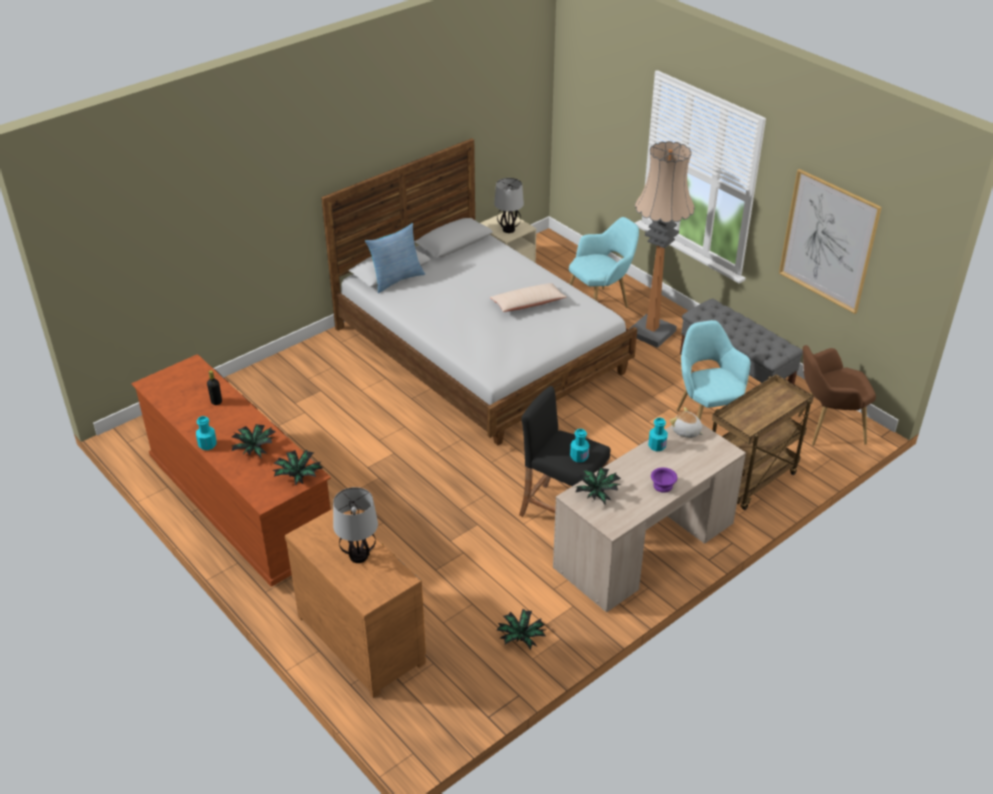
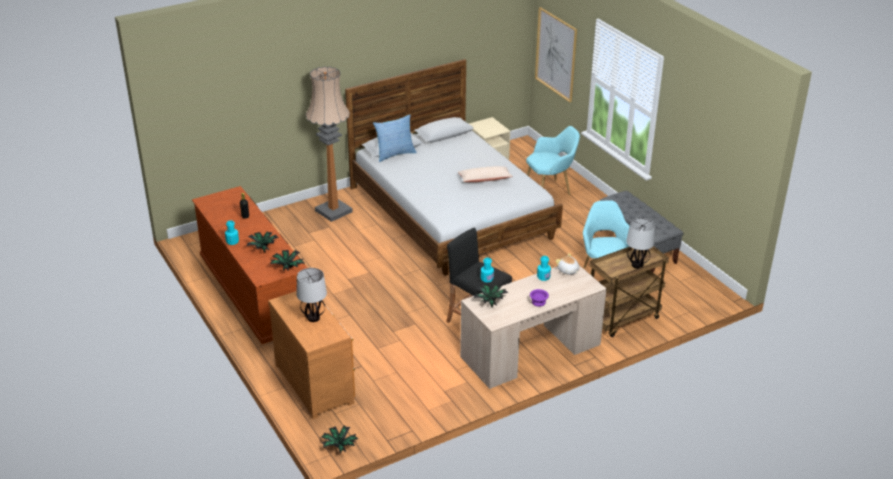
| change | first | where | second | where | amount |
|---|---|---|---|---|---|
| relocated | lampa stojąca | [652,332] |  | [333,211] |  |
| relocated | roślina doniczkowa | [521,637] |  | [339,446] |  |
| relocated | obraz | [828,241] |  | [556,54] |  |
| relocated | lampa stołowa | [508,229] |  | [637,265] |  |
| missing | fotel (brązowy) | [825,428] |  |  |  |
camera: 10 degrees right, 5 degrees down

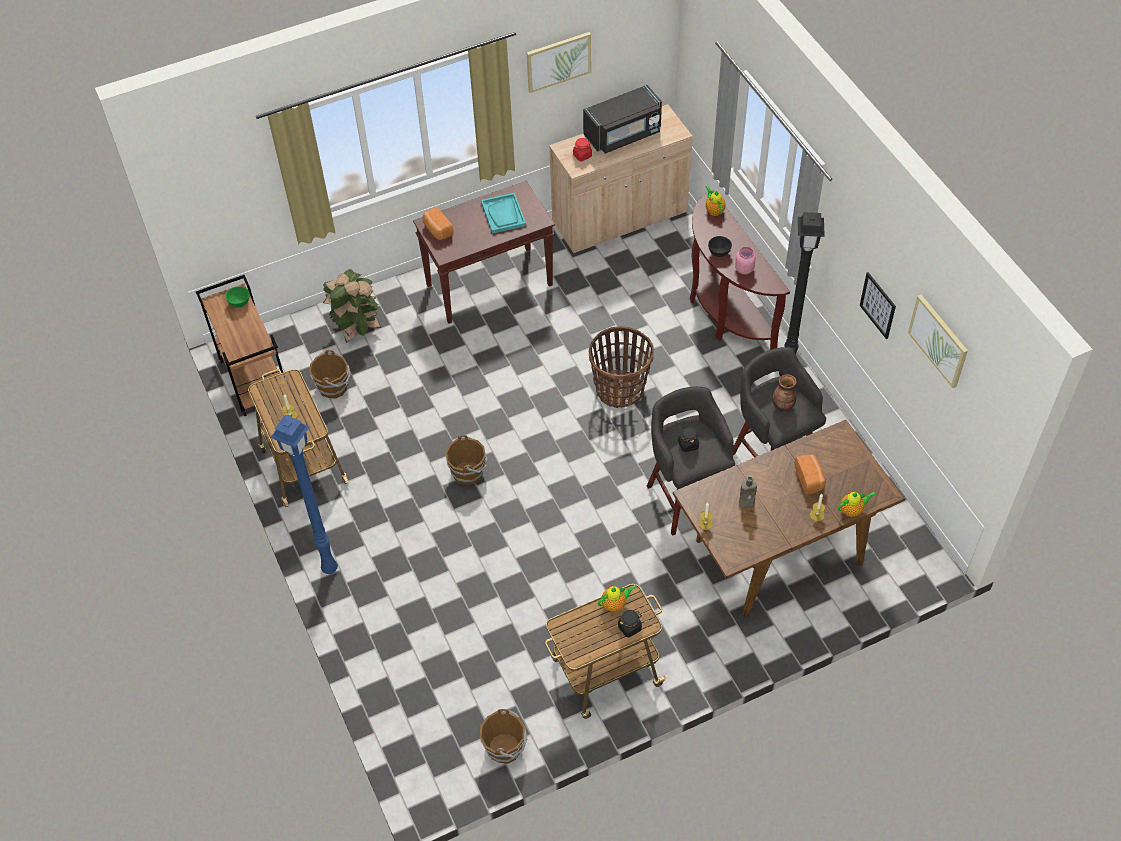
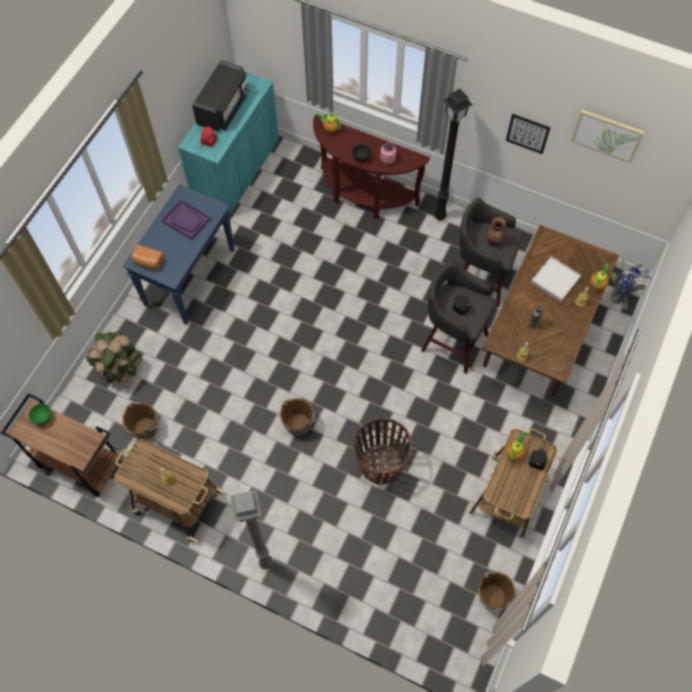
| change | first | where | second | where | amount |
|---|---|---|---|---|---|
| colour | stolik konsolowy (brązowy) | [490,284] | stolik konsolowy (niebieski) | [190,276] |  |
| colour | taca (turkusowy) | [503,214] | taca (fioletowy) | [186,220] |  |
| colour | szafka (beżowy) | [620,218] | szafka (turkusowy) | [236,171] |  |
| colour | lampa stojąca (niebieski) | [331,568] | lampa stojąca (szary) | [266,562] |  |
| relocated | koszyk | [620,389] |  | [380,464] |  |
| exchanged | chleb | [810,479] | taca (biały) | [555,280] |  |
| appeared |  |  | roślina doniczkowa | [619,297] |  |
| missing | obraz | [558,61] |  |  |  |
camera: 40 degrees left, 10 degrees up

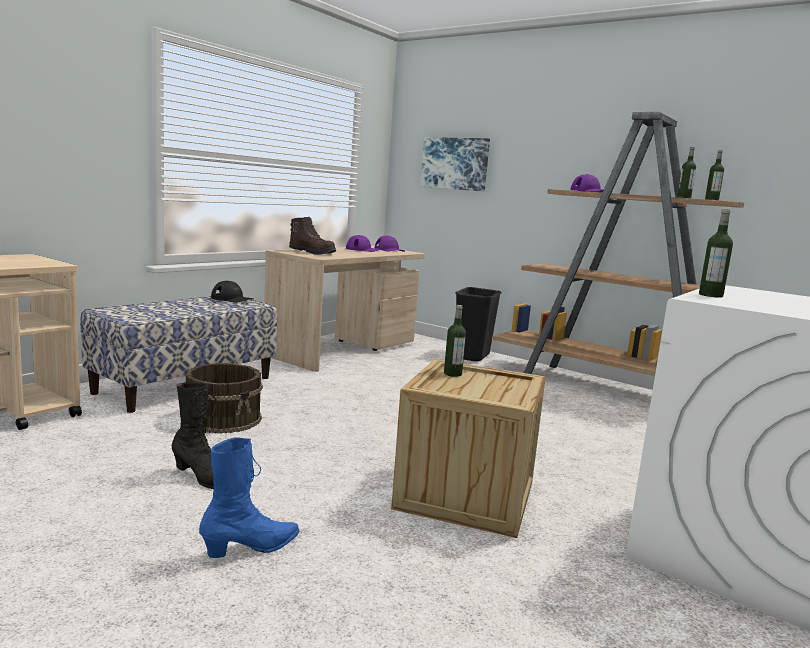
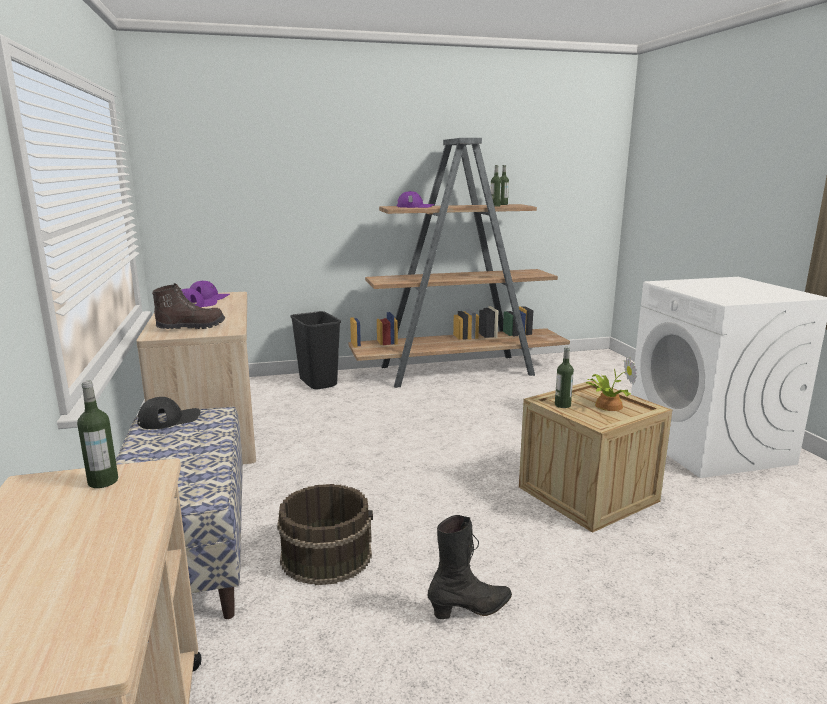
| change | first | where | second | where | amount |
|---|---|---|---|---|---|
| relocated | butelka | [710,295] |  | [103,481] |  |
| appeared |  |  | roślina doniczkowa | [606,405] |  |
| missing | but z cholewką (niebieski) | [252,548] |  |  |  |
| missing | obraz | [455,164] |  |  |  |
camera: 50 degrees left, 5 degrees up

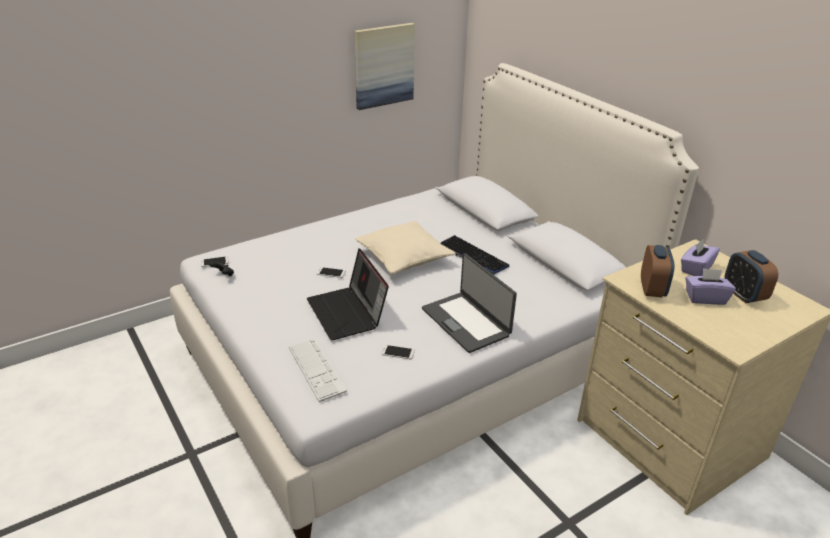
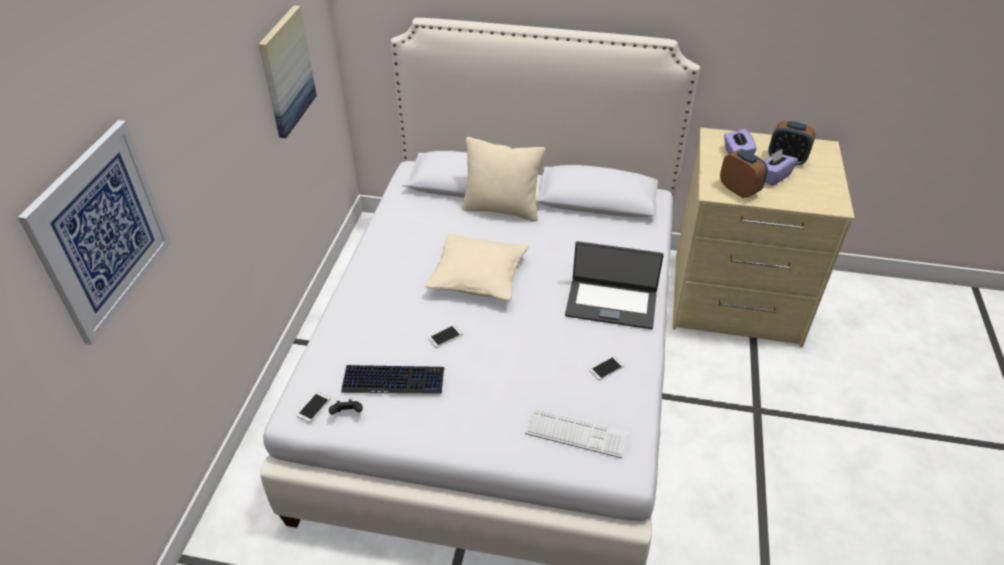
| change | first | where | second | where | amount |
|---|---|---|---|---|---|
| appeared |  |  | obraz | [101,231] |  |
| relocated | klawiatura | [472,256] |  | [393,380] |  |
| appeared |  |  | poduszka (beżowy) | [502,209] |  |
| missing | laptop | [348,313] |  |  |  |
camera: 45 degrees left, 10 degrees up

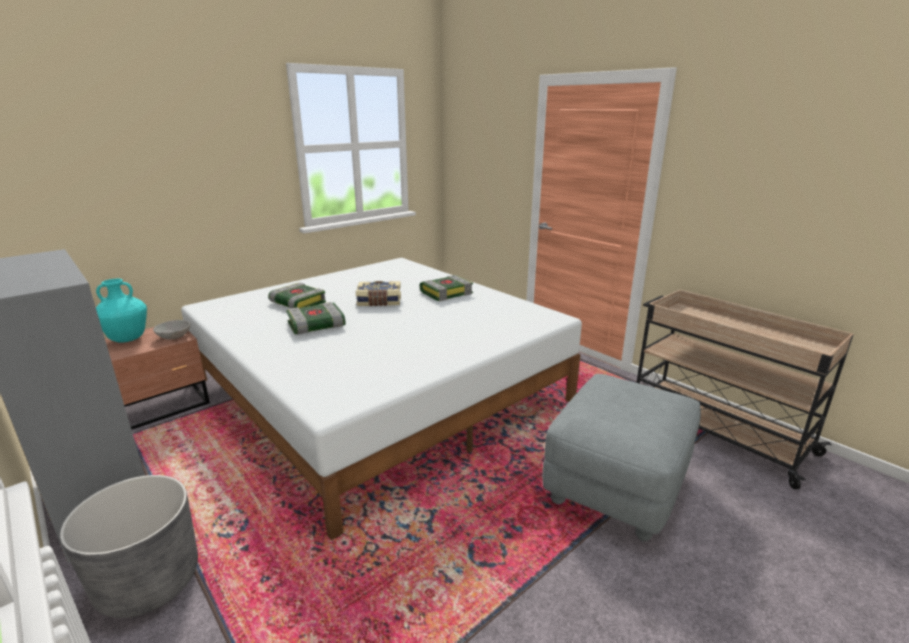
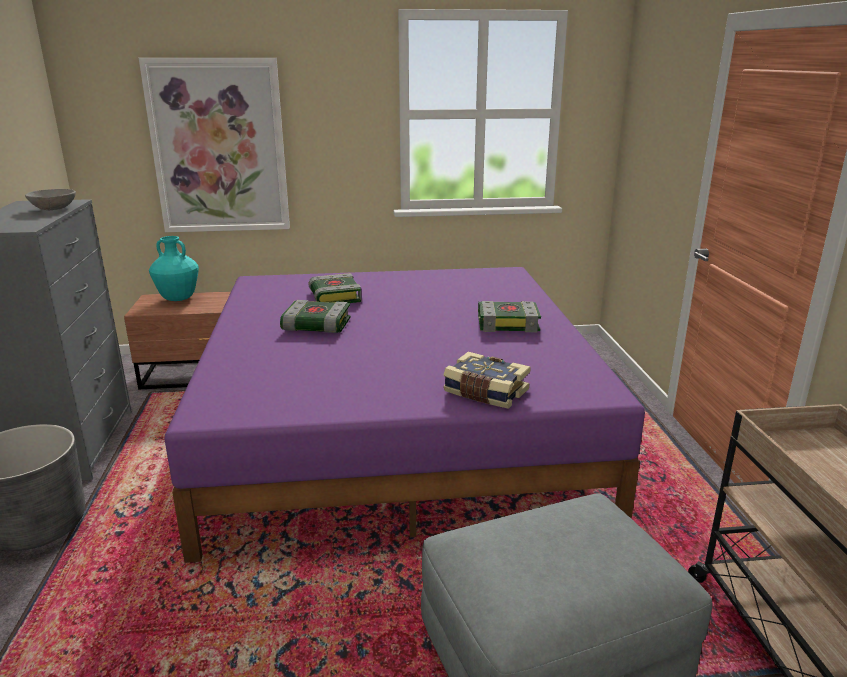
| change | first | where | second | where | amount |
|---|---|---|---|---|---|
| relocated | miska (szary) | [174,337] |  | [53,209] |  |
| appeared |  |  | obraz | [219,147] |  |
| colour | łóżko (biały) | [380,390] | łóżko (fioletowy) | [397,426] |  |
| relocated | książka | [379,302] |  | [485,393] |  |
camera: 35 degrees right, 0 degrees up

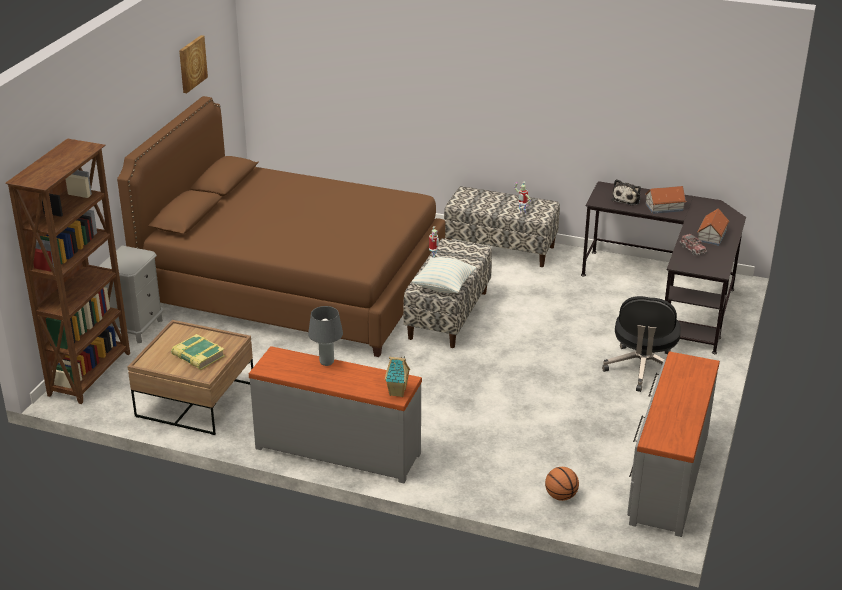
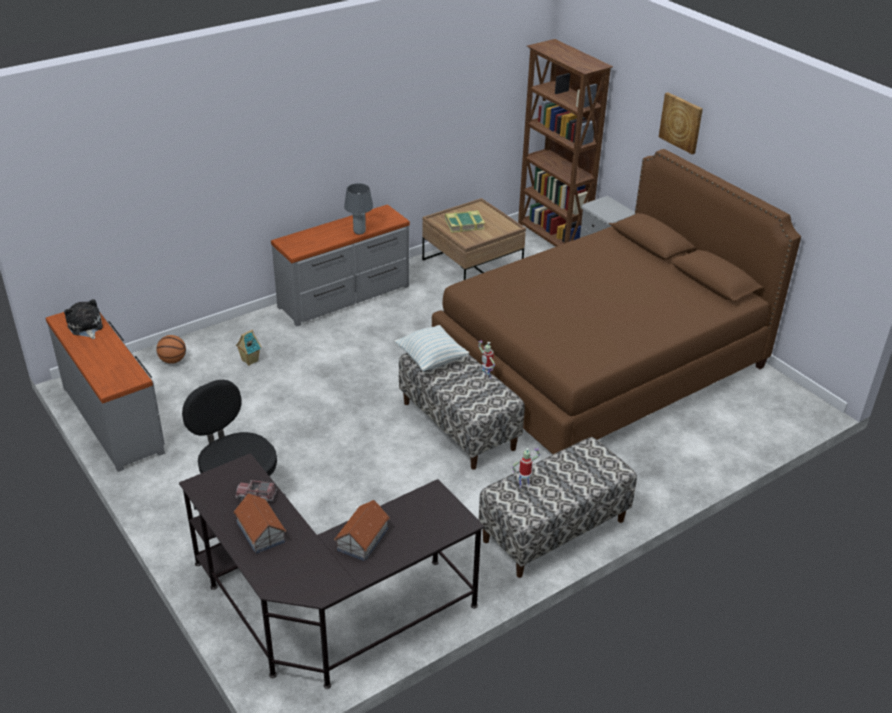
| change | first | where | second | where | amount |
|---|---|---|---|---|---|
| relocated | pluszak | [627,199] |  | [86,327] |  |
| relocated | domek | [398,392] |  | [249,361] |  |
| relocated | obraz | [192,63] |  | [681,122] |  |
camera: 125 degrees right, 5 degrees up

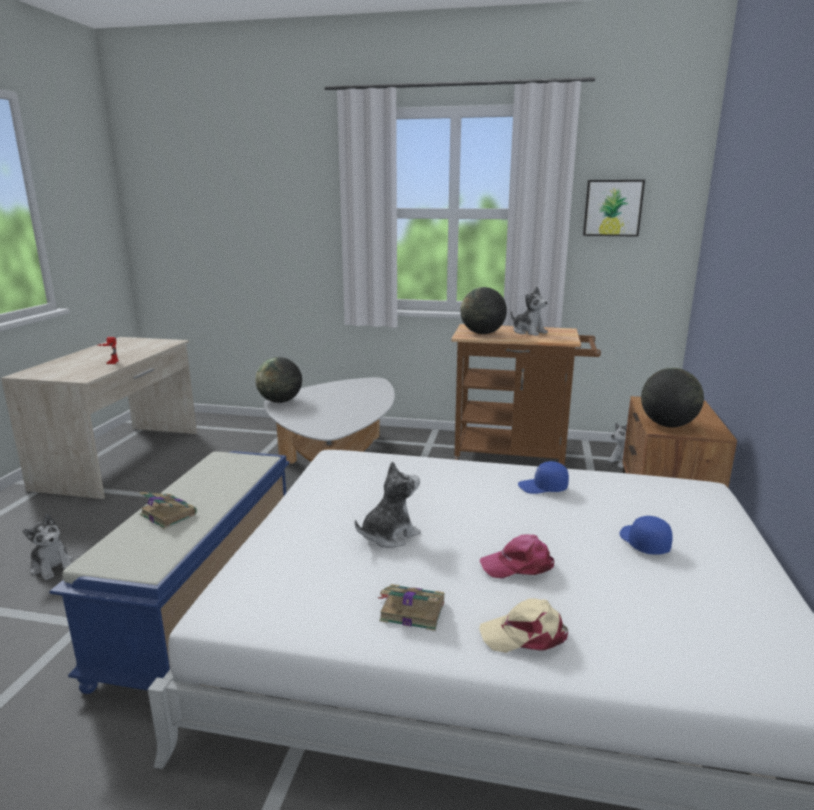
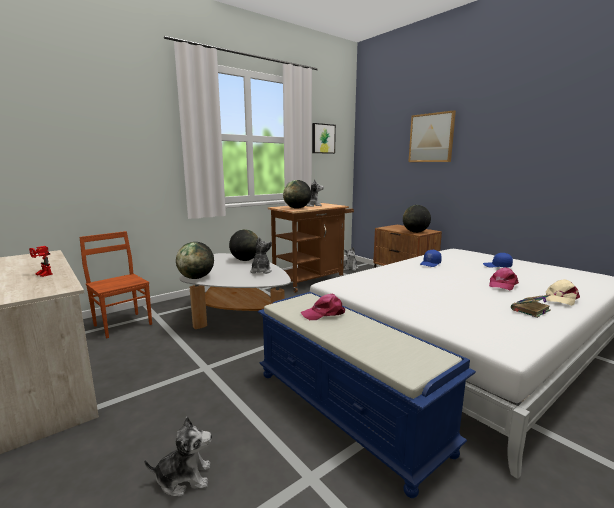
| change | first | where | second | where | amount |
|---|---|---|---|---|---|
| appeared |  |  | krzesło (brązowy) | [123,324] |  |
| appeared |  |  | globus | [245,260] |  |
| relocated | pluszak | [389,535] |  | [261,271] |  |
| appeared |  |  | czapka z daszkiem (różowy) | [324,313] |  |
| appeared |  |  | obraz | [431,138] |  |
| missing | książka | [167,514] |  |  |  |
camera: 50 degrees left, 5 degrees down

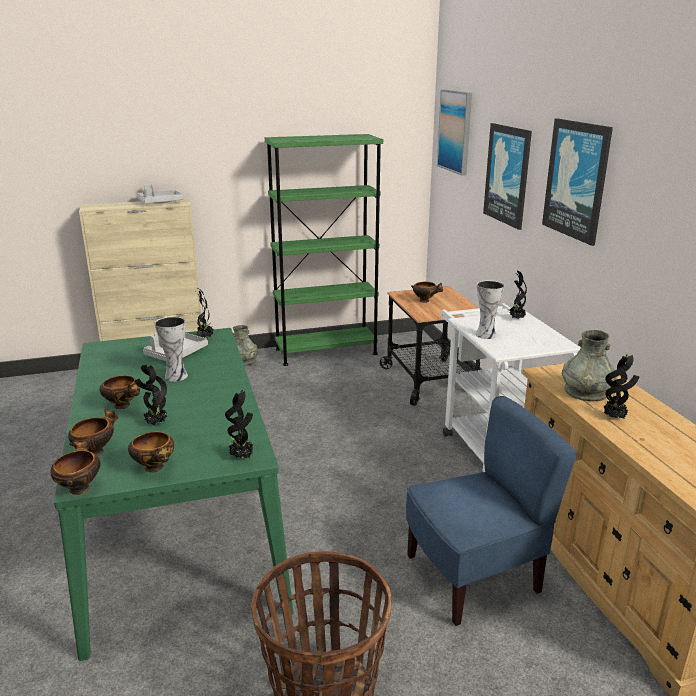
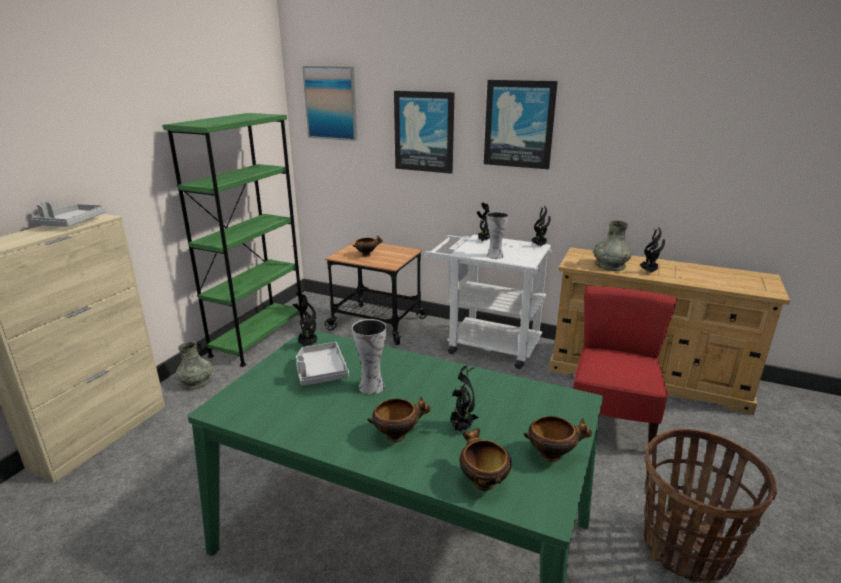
| change | first | where | second | where | amount |
|---|---|---|---|---|---|
| relocated | roślina doniczkowa | [242,457] |  | [540,246] |  |
| colour | krzesło (niebieski) | [474,576] | krzesło (czerwony) | [610,422] |  |
| missing | miska | [79,488] |  |  |  |
camera: 50 degrees left, 0 degrees up

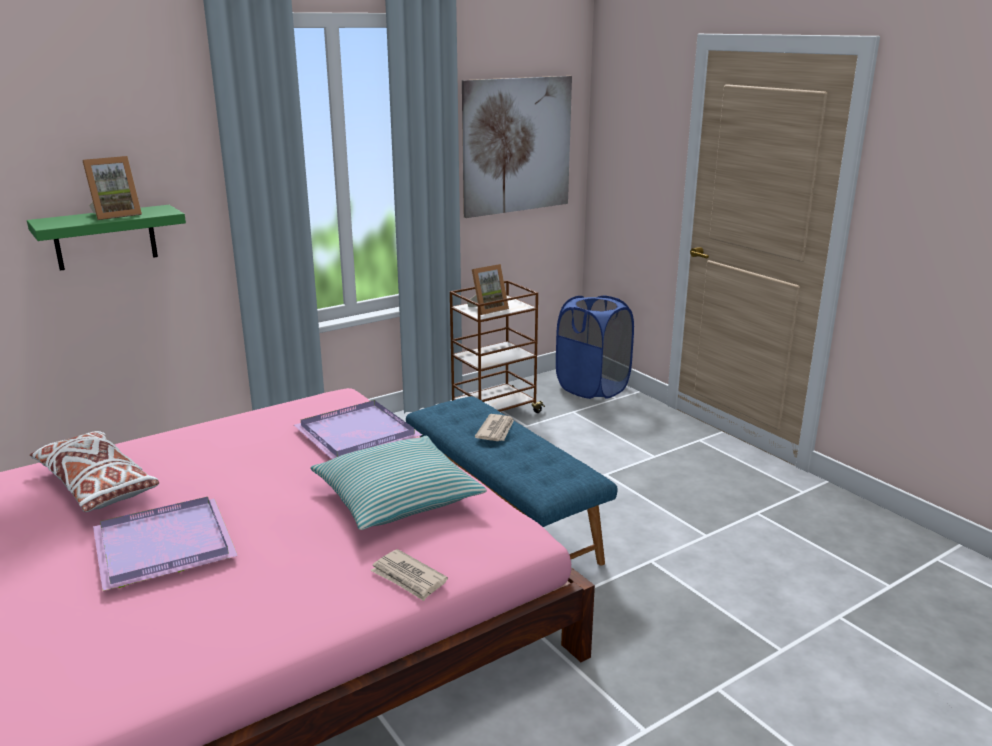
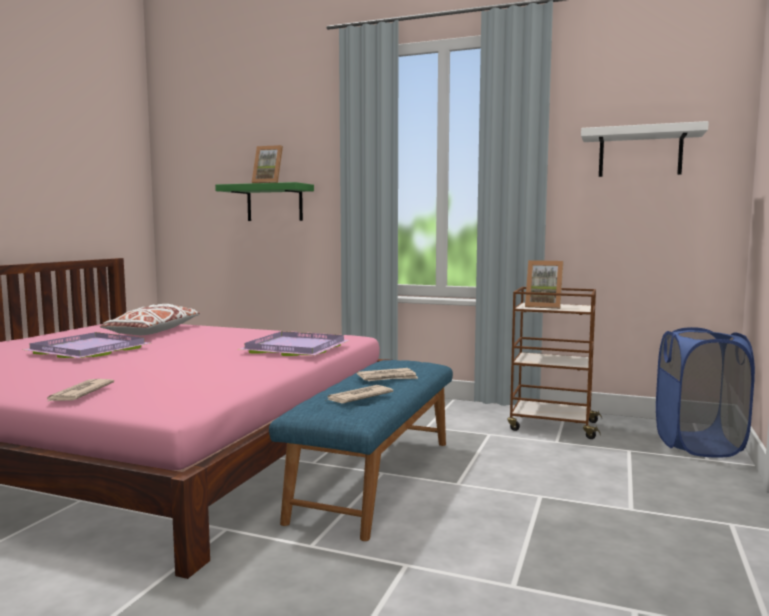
| change | first | where | second | where | amount |
|---|---|---|---|---|---|
| appeared |  |  | gazeta | [358,397] |  |
| exchanged | obraz | [517,145] | półka (biały) | [640,153] |  |
| missing | poduszka | [397,497] |  |  |  |
camera: 55 degrees right, 15 degrees down

